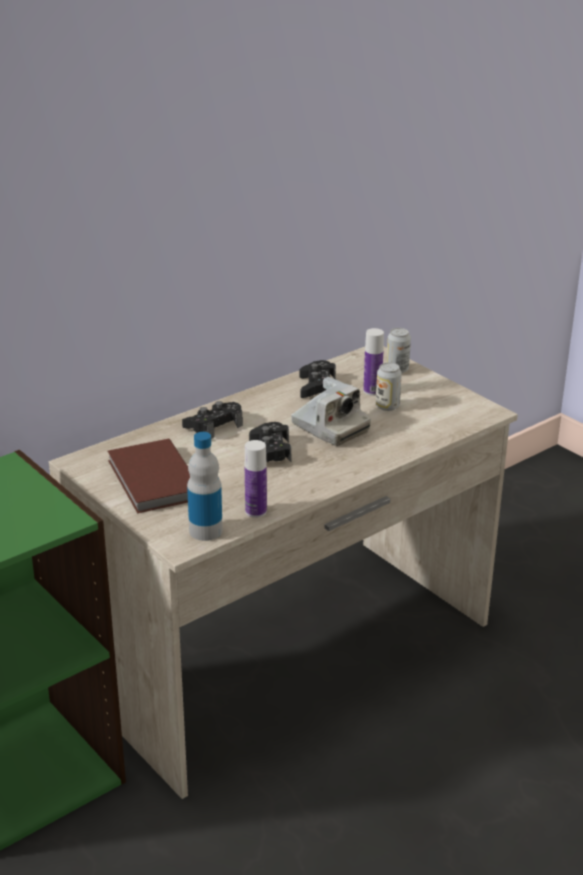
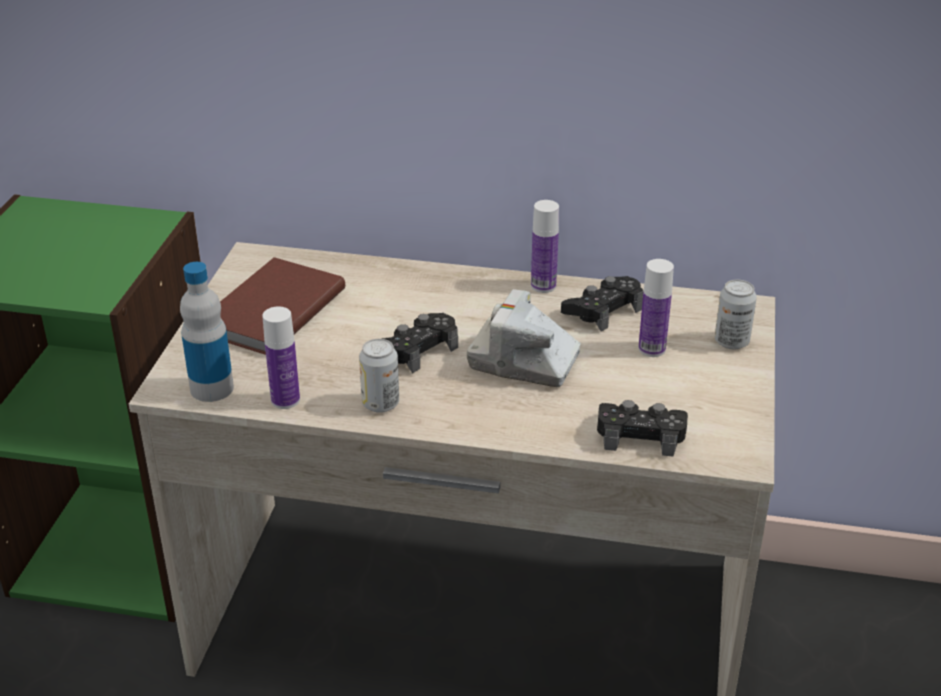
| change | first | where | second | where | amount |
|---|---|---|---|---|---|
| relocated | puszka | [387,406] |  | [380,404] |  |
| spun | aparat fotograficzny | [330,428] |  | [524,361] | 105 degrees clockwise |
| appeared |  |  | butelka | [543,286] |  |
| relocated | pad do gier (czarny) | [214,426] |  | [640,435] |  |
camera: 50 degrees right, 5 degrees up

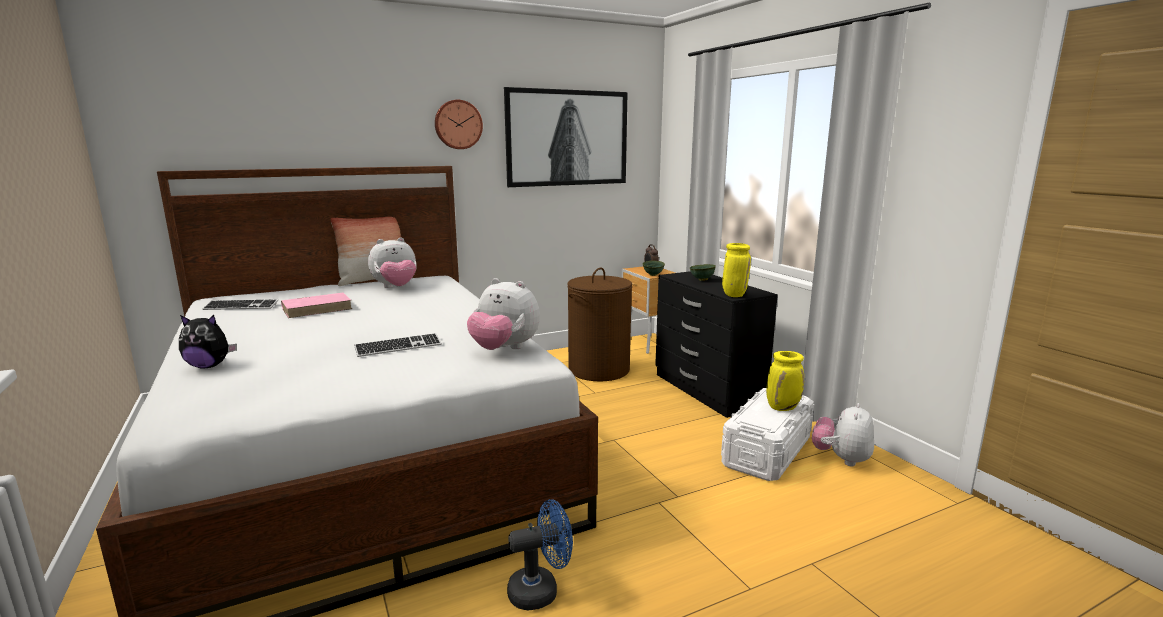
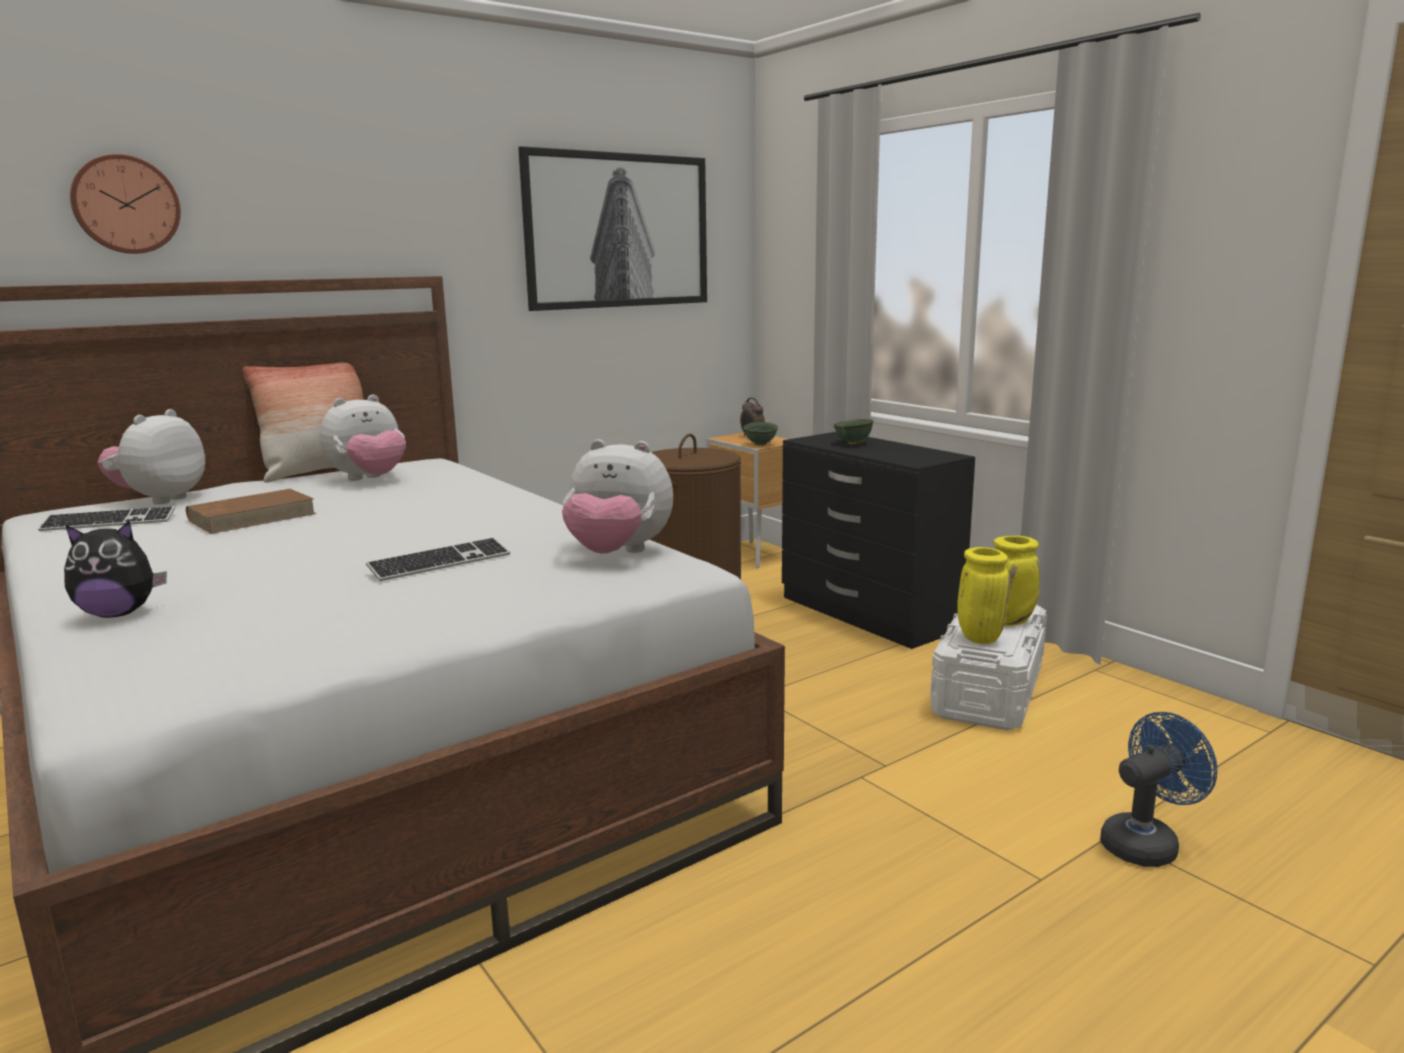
| change | first | where | second | where | amount |
|---|---|---|---|---|---|
| relocated | zegar ścienny | [458,124] |  | [125,205] |  |
| relocated | pluszak | [841,459] |  | [160,499] |  |
| colour | książka (różowy) | [317,308] | książka (brązowy) | [253,516] |  |
| relocated | wazon (żółty) | [733,295] |  | [978,638] |  |
| relocated | wentylator (niebieski) | [541,590] |  | [1146,843] |  |
camera: 10 degrees left, 0 degrees up

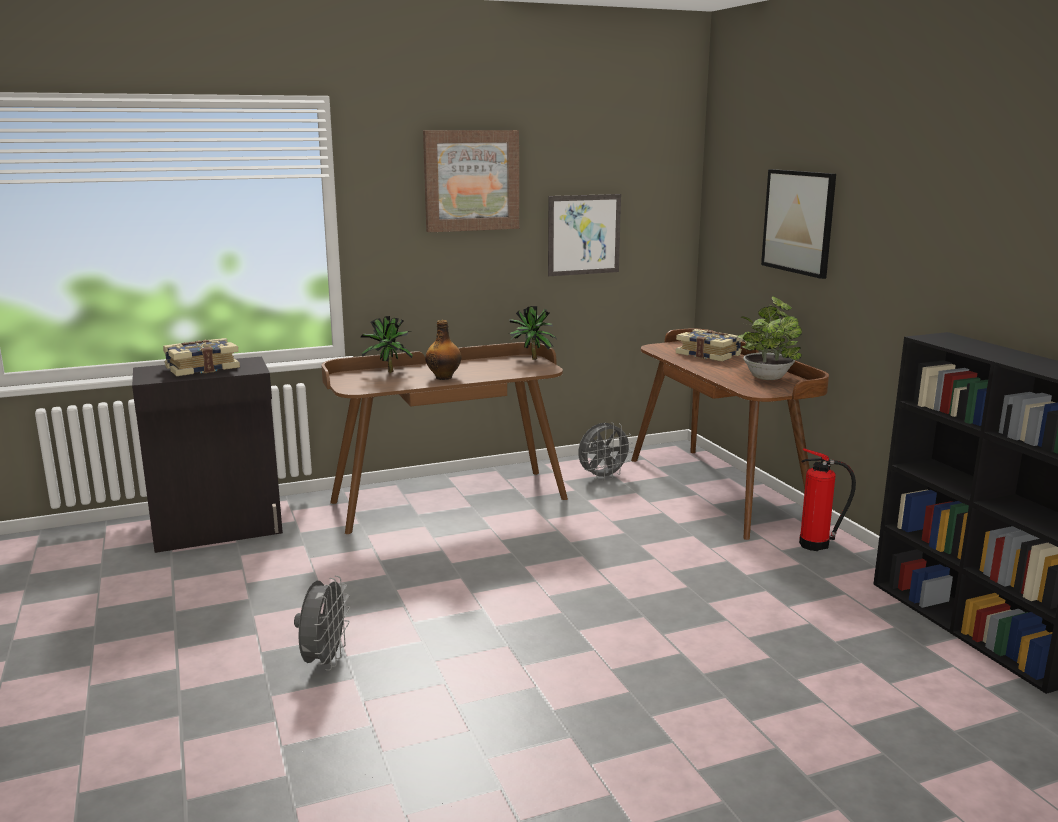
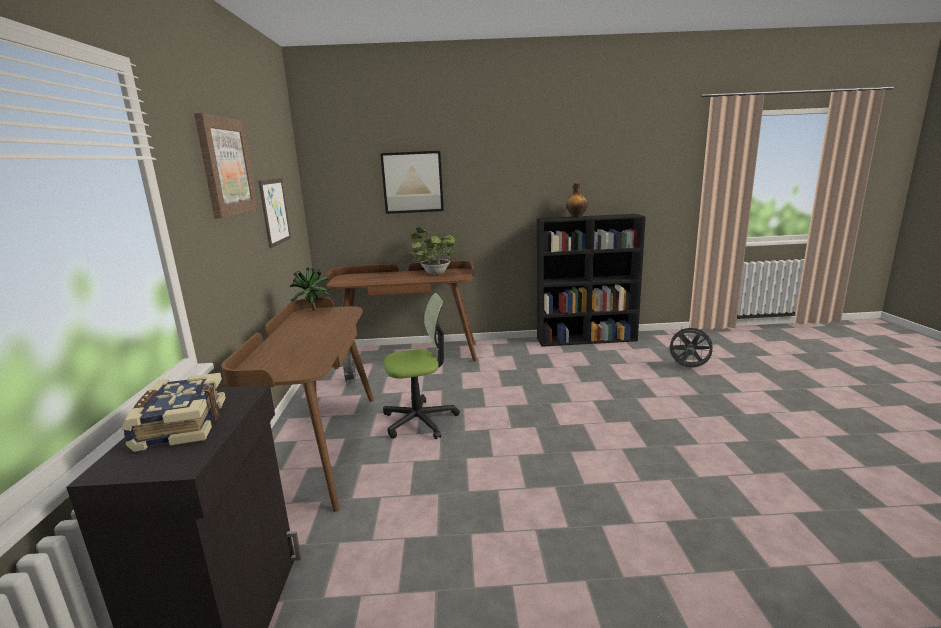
| change | first | where | second | where | amount |
|---|---|---|---|---|---|
| appeared |  |  | krzesło biurowe | [420,420] |  |
| relocated | butelka | [444,377] |  | [576,217] |  |
| relocated | wentylator (szary) | [324,661] |  | [688,367] |  |
| missing | roślina doniczkowa | [388,373] |  |  |  |
| missing | książka | [709,355] |  |  |  |
| missing | gaśnica | [817,545] |  |  |  |
camera: 70 degrees left, 0 degrees up

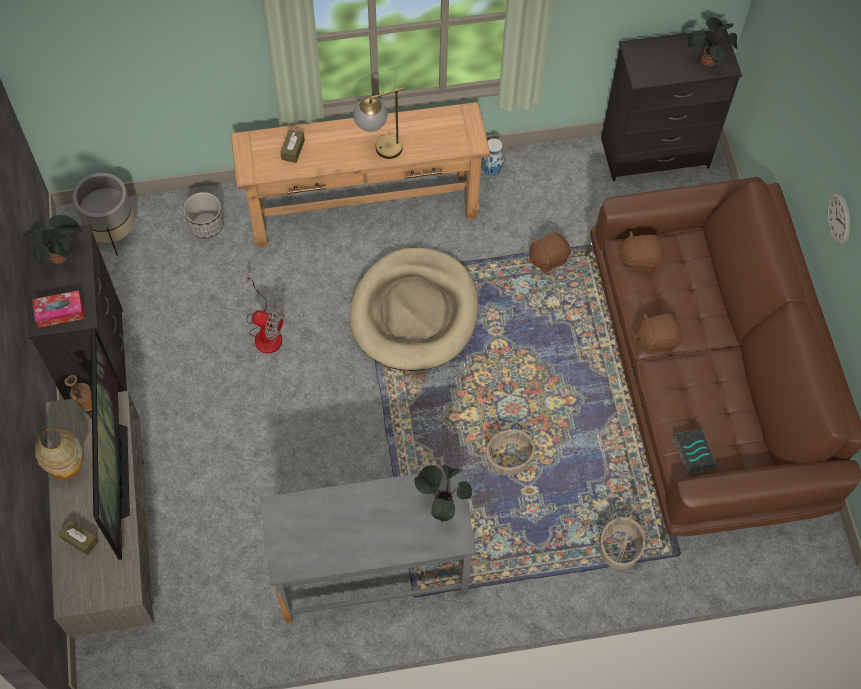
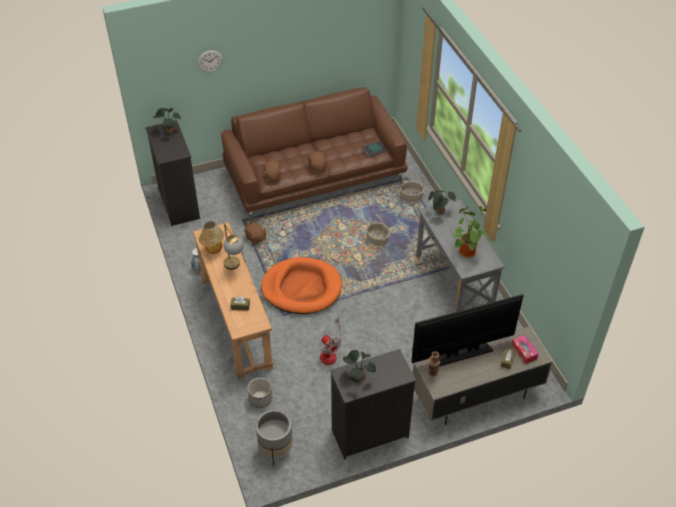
| change | first | where | second | where | amount |
|---|---|---|---|---|---|
| relocated | zegar ścienny | [839,218] |  | [210,61] |  |
| relocated | lampa stołowa | [67,467] |  | [213,251] |  |
| colour | legowisko (beżowy) | [414,312] | legowisko (pomarańczowy) | [301,288] |  |
| spun | wentylator | [265,332] |  | [330,353] | 135 degrees clockwise |
| appeared |  |  | roślina doniczkowa | [466,250] |  |
| relocated | pudełko chusteczek | [60,312] |  | [524,352] |  |
camera: 100 degrees left, 15 degrees down

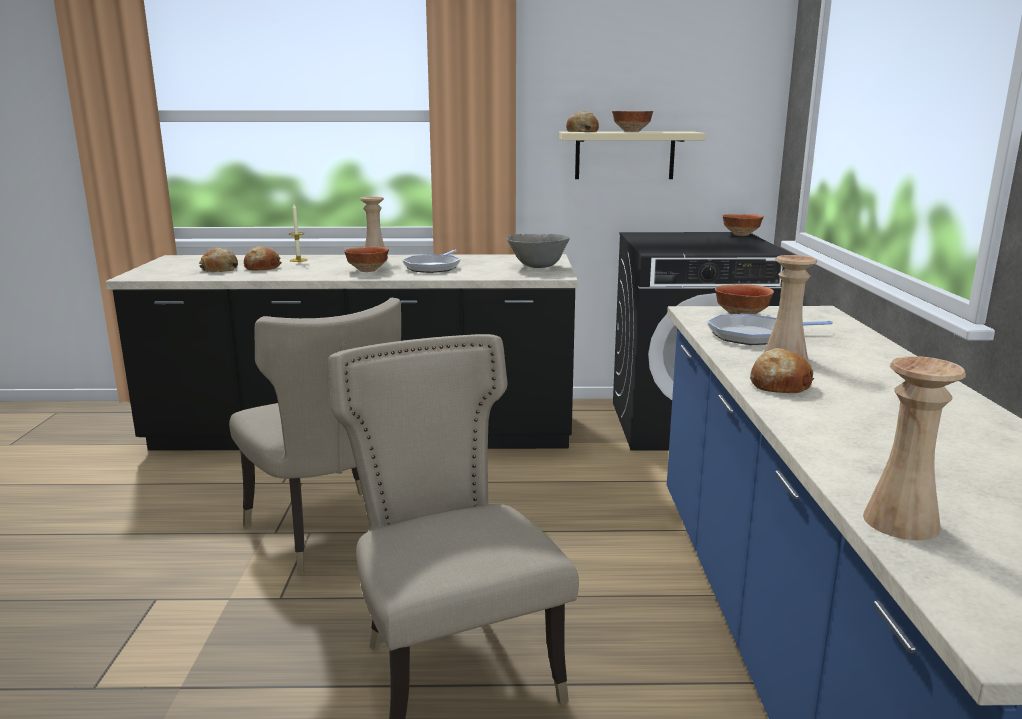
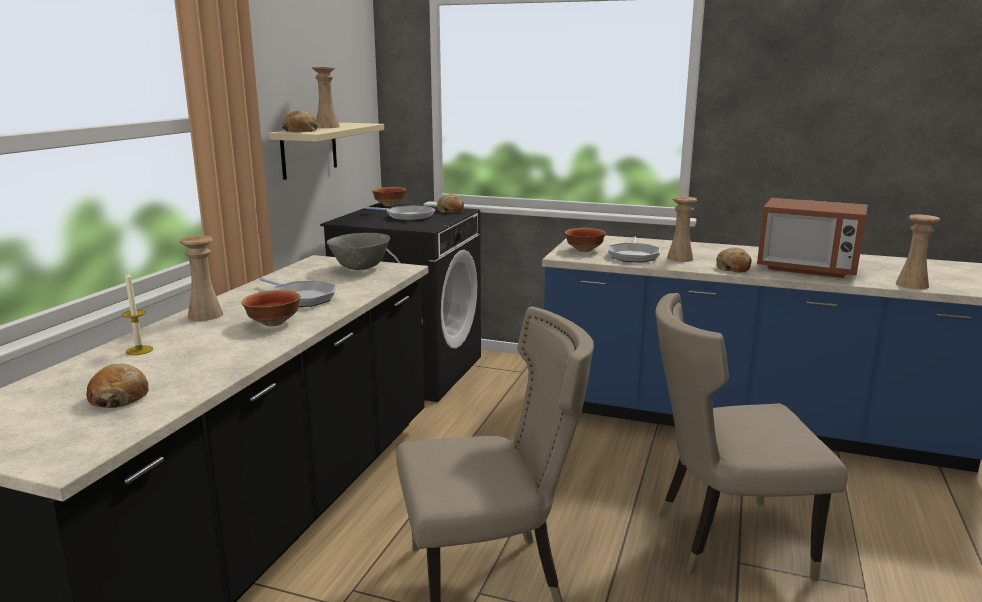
| change | first | where | second | where | amount |
|---|---|---|---|---|---|
| exchanged | miska | [631,131] | wazon (beżowy) | [327,127] |  |
| appeared |  |  | patelnia | [407,216] |  |
| relocated | chleb | [262,267] |  | [451,211] |  |
| appeared |  |  | mikrofalówka | [807,269] |  |
camera: 70 degrees left, 0 degrees up

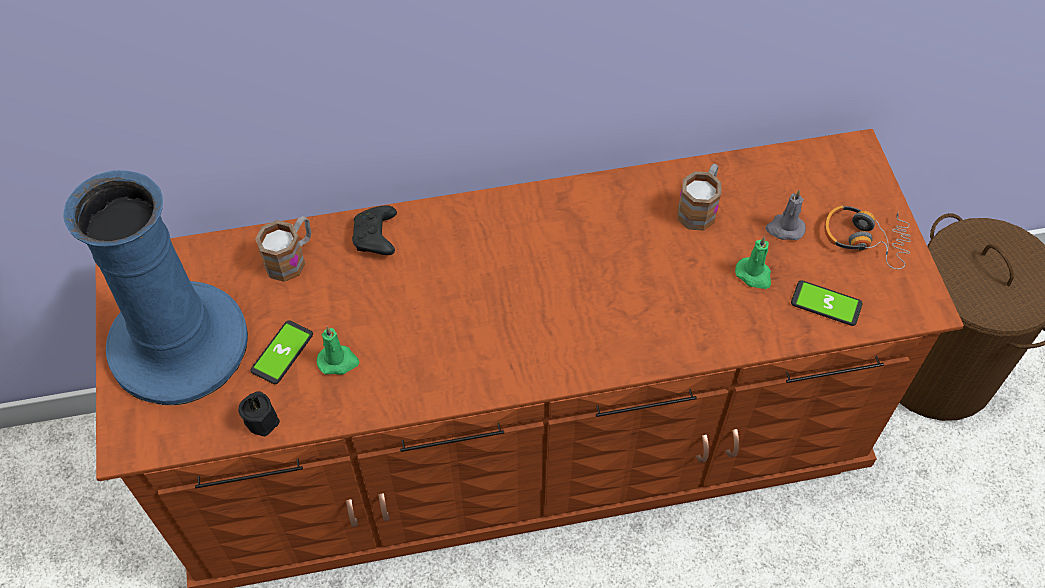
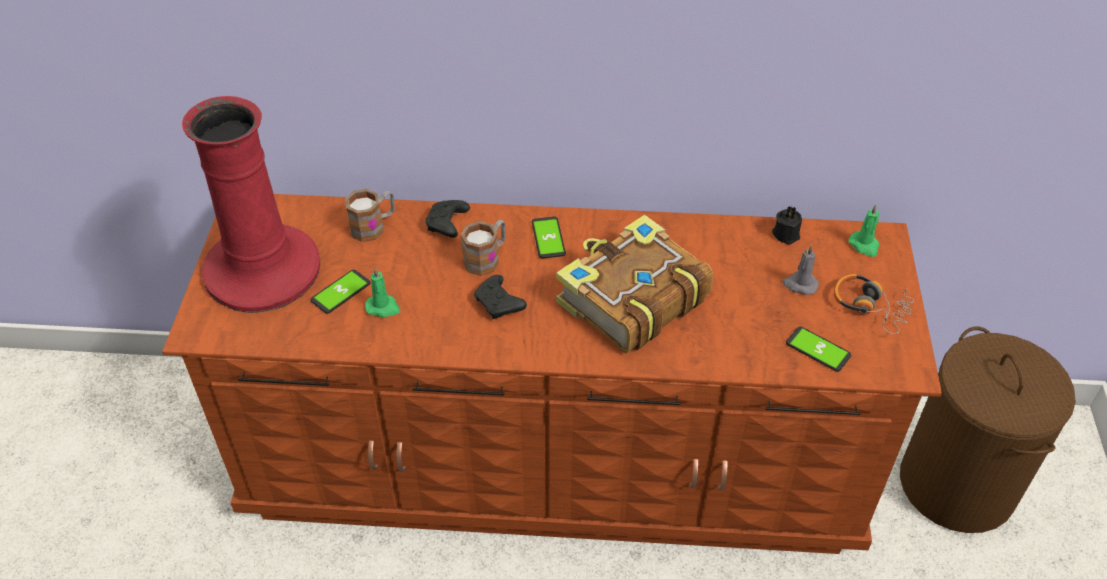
| change | first | where | second | where | amount |
|---|---|---|---|---|---|
| colour | wazon (niebieski) | [178,345] | wazon (czerwony) | [261,270] |  |
| relocated | kubek | [699,208] |  | [487,258] |  |
| appeared |  |  | pad do gier (czarny) | [499,304] |  |
| appeared |  |  | telefon | [548,238] |  |
| appeared |  |  | książka | [630,299] |  |
| relocated | świeca (czarny) | [262,419] |  | [786,233] |  |
| relocated | świeca (zielony) | [754,275] |  | [864,245] |  |
camera: 15 degrees right, 10 degrees down

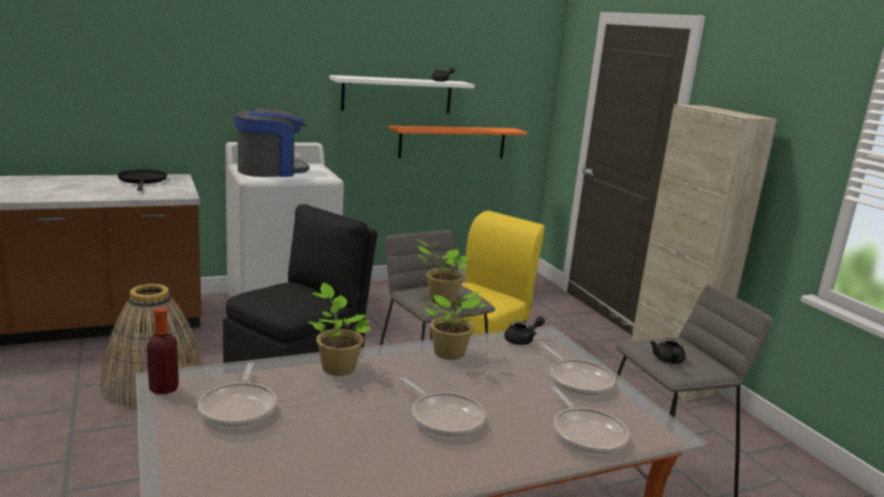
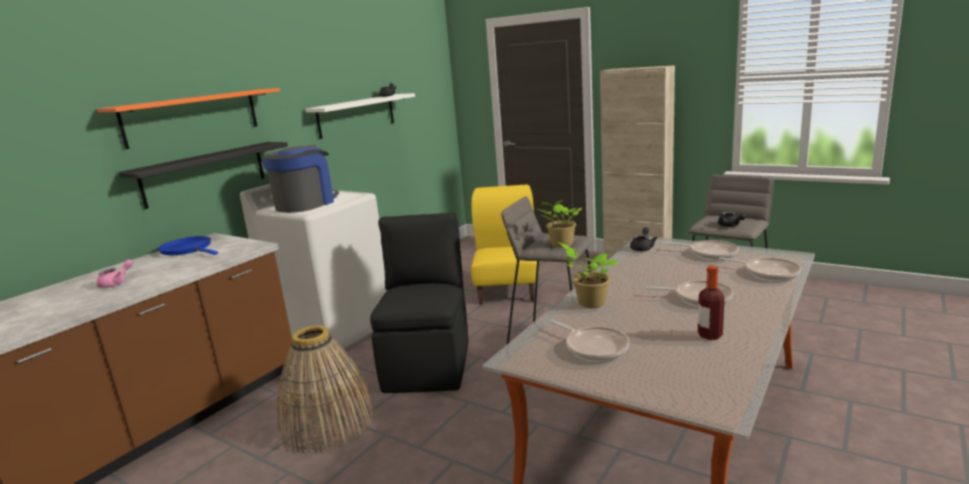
| change | first | where | second | where | amount |
|---|---|---|---|---|---|
| appeared |  |  | imbryk (różowy) | [116,283] |  |
| relocated | półka (pomarańczowy) | [453,142] |  | [192,117] |  |
| appeared |  |  | półka (czarny) | [205,173] |  |
| colour | patelnia (czarny) | [143,180] | patelnia (niebieski) | [188,249] |  |
| relocated | butelka | [164,389] |  | [709,335] |  |
| missing | roślina doniczkowa | [449,354] |  |  |  |
camera: 30 degrees left, 0 degrees up

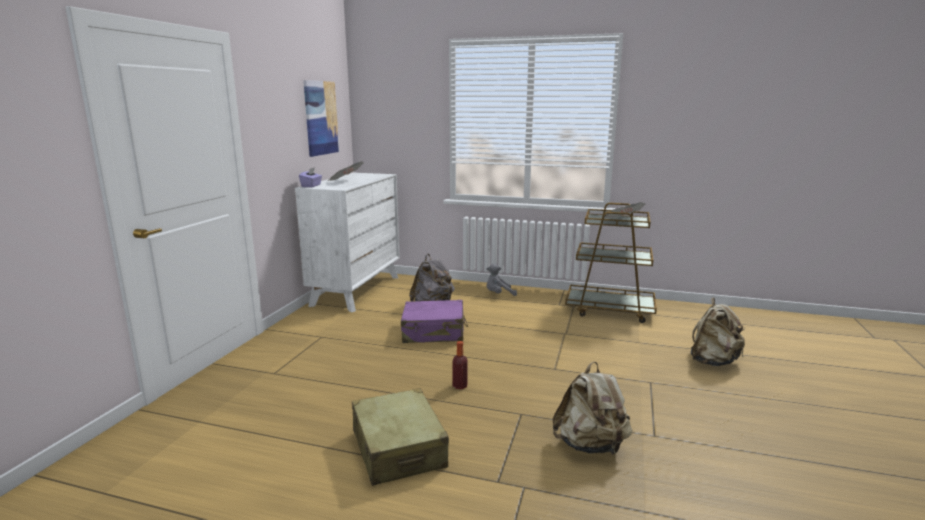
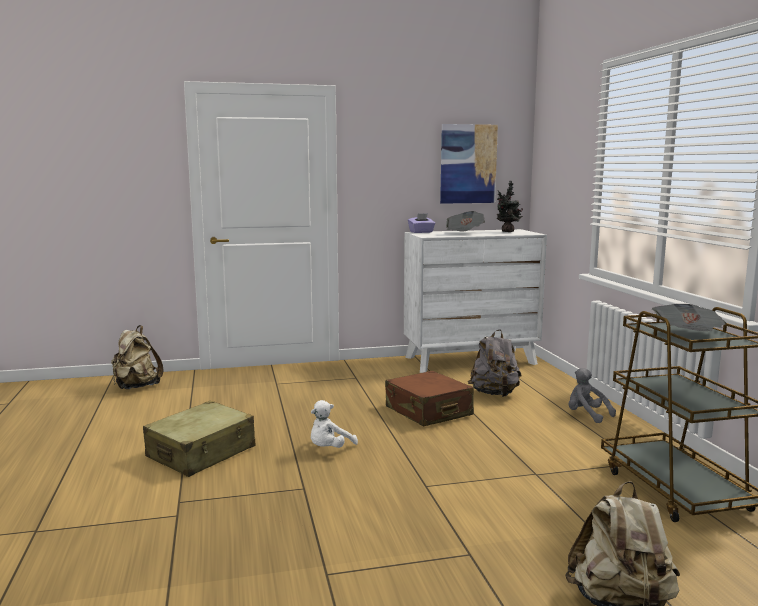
| change | first | where | second | where | amount |
|---|---|---|---|---|---|
| relocated | plecak (beżowy) | [590,445] |  | [136,387] |  |
| exchanged | butelka | [460,386] | pluszak (biały) | [329,449] |  |
| colour | walizka (fioletowy) | [434,332] | walizka (brązowy) | [428,411] |  |
| appeared |  |  | roślina doniczkowa | [507,231] |  |
camera: 60 degrees right, 5 degrees down

